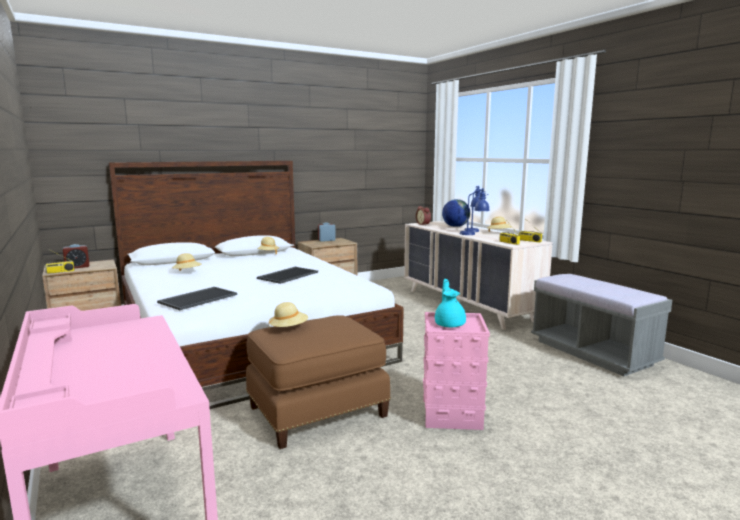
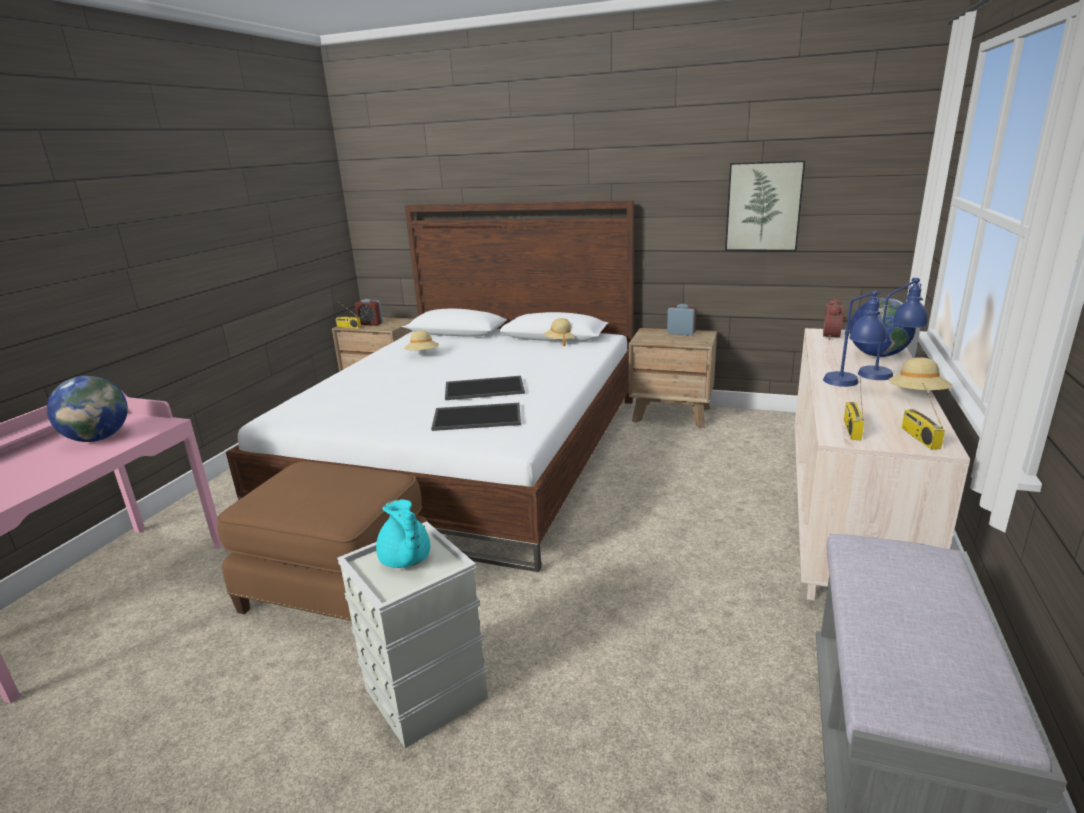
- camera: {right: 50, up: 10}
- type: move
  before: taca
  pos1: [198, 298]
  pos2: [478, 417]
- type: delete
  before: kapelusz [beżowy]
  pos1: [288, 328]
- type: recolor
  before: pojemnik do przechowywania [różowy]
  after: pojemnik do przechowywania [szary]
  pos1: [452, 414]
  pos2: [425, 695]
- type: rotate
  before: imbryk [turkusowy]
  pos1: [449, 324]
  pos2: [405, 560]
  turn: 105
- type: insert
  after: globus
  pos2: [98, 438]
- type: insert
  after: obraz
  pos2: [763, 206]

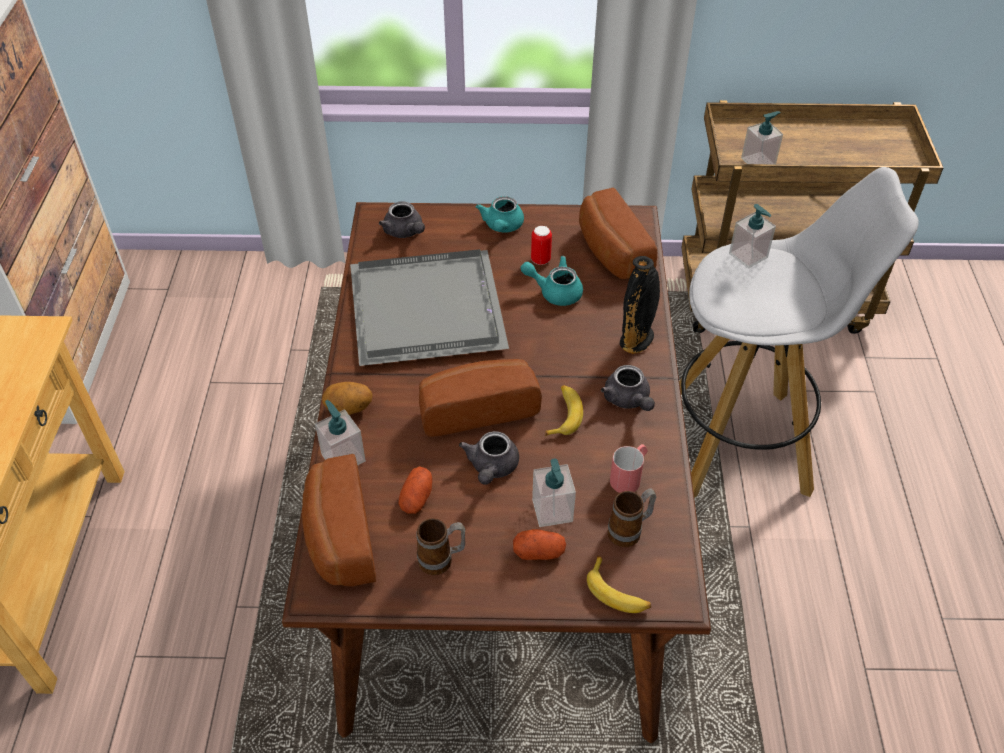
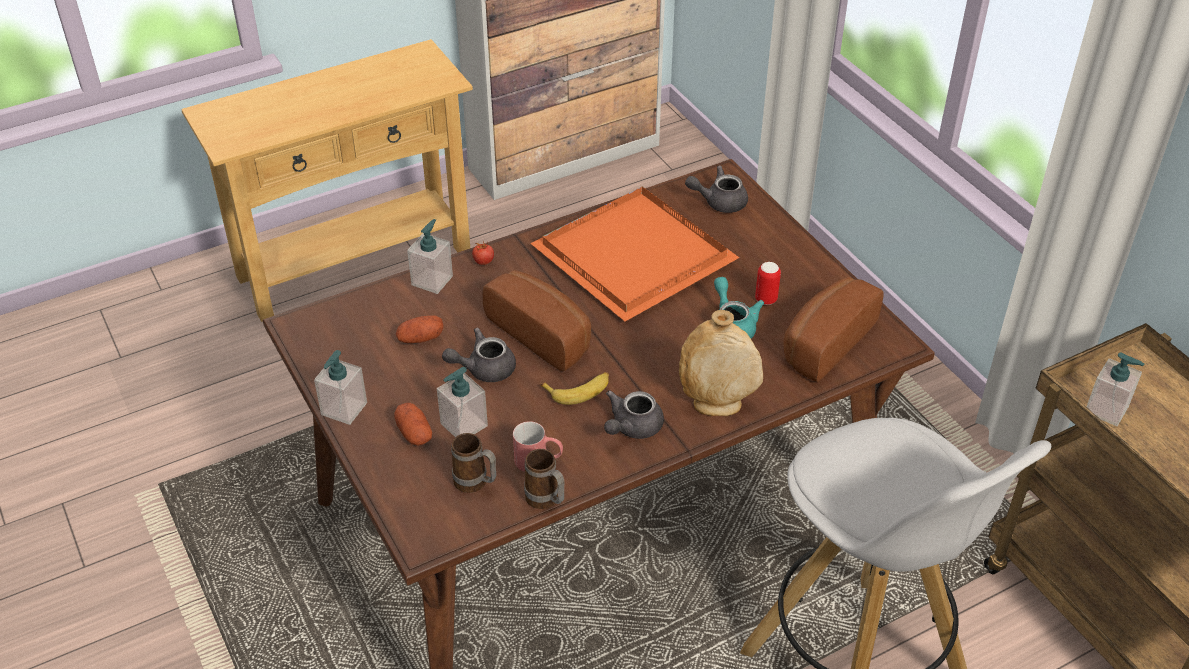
- camera: {right: 60, up: -5}
- type: delete
  before: chleb
  pos1: [338, 537]
- type: replace
  before: ziemniak
  after: pomidor
  pos1: [348, 409]
  pos2: [483, 261]
- type: recolor
  before: taca [szary]
  after: taca [pomarańczowy]
  pos1: [430, 311]
  pos2: [633, 258]
- type: rotate
  before: imbryk [szary]
  pos1: [405, 232]
  pos2: [719, 202]
  turn: 60
- type: move
  before: kubek
  pos1: [442, 560]
  pos2: [546, 501]
- type: delete
  before: imbryk [turkusowy]
  pos1: [502, 227]
- type: delete
  before: banan
  pos1: [617, 592]
- type: recolor
  before: wazon [czarny]
  after: wazon [beżowy]
  pos1: [636, 339]
  pos2: [717, 405]
- type: move
  before: dozownik mydła
  pos1: [748, 256]
  pos2: [344, 409]

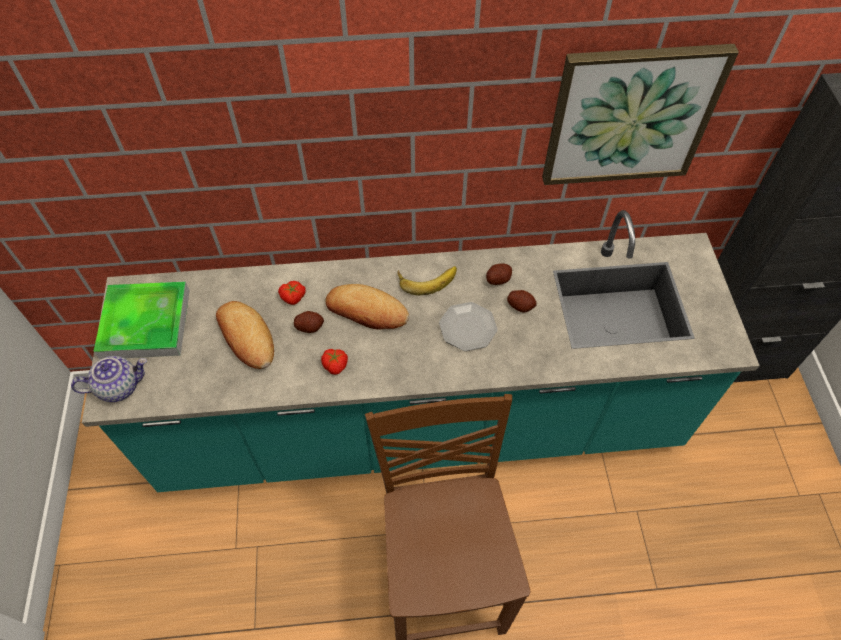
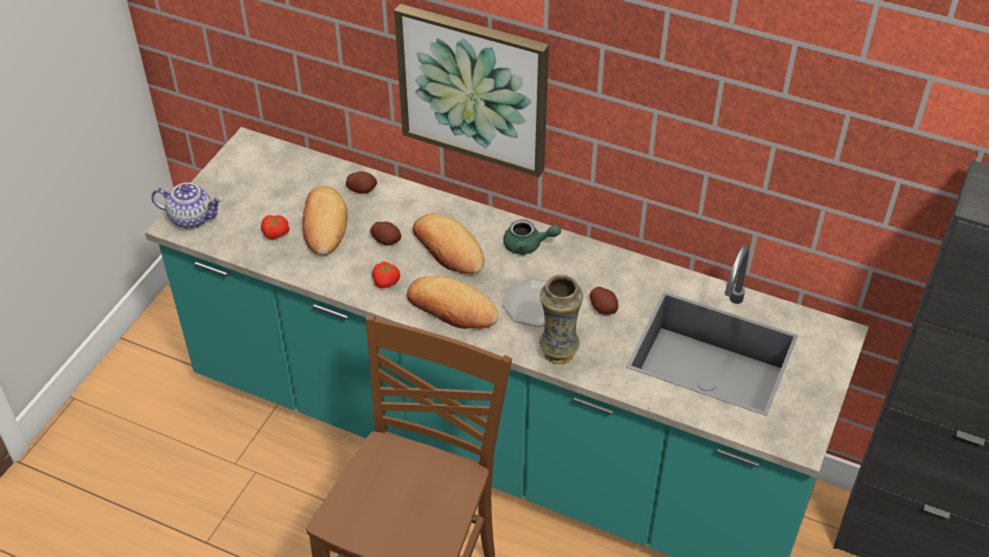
- camera: {right: 30, up: -10}
- type: delete
  before: taca
  pos1: [145, 323]
- type: move
  before: pomidor
  pos1: [293, 298]
  pos2: [275, 234]
- type: replace
  before: banan
  after: imbryk [zielony]
  pos1: [427, 278]
  pos2: [528, 245]
- type: move
  before: ziemniak
  pos1: [498, 279]
  pos2: [362, 189]
- type: move
  before: obraz
  pos1: [630, 115]
  pos2: [474, 88]
- type: insert
  after: chleb
  pos2: [452, 308]
- type: insert
  after: wazon
  pos2: [558, 351]

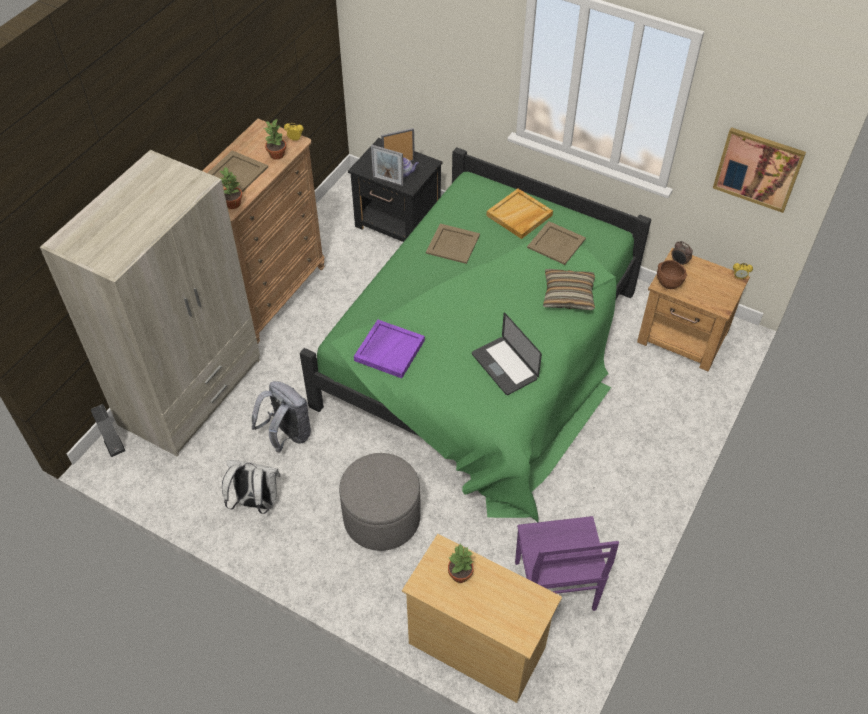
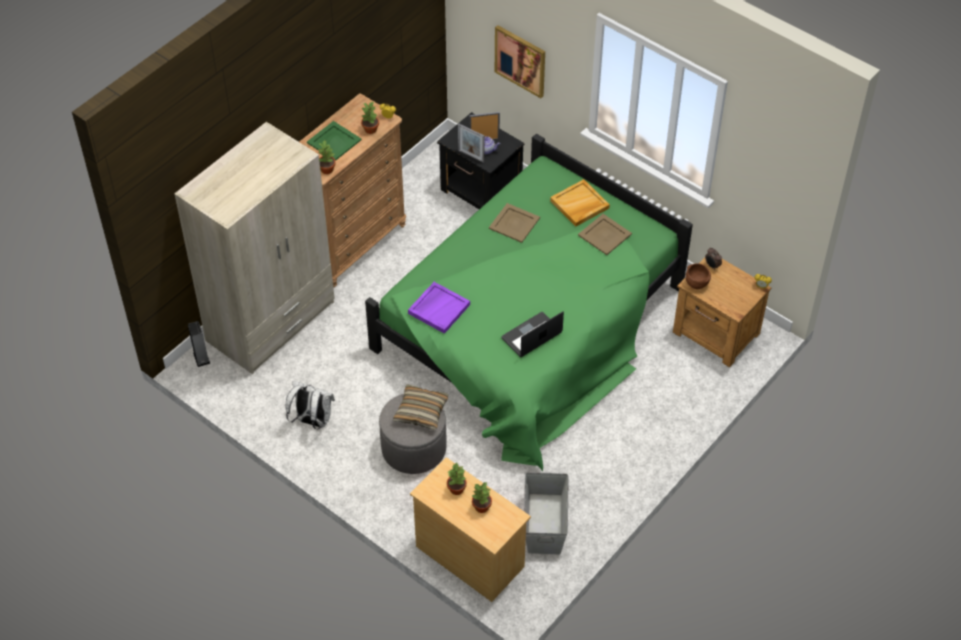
- camera: {right: 10, up: 0}
- type: recolor
  before: taca [beżowy]
  after: taca [zielony]
  pos1: [236, 172]
  pos2: [334, 141]
- type: delete
  before: plecak [szary]
  pos1: [287, 435]
- type: rotate
  before: laptop
  pos1: [504, 366]
  pos2: [531, 335]
  turn: 75
- type: replace
  before: krzesło [fioletowy]
  after: pojemnik do przechowywania [szary]
  pos1: [555, 588]
  pos2: [544, 524]
- type: move
  before: poduszka
  pos1: [568, 295]
  pos2: [421, 411]
- type: move
  before: obraz
  pos1: [758, 169]
  pos2: [520, 60]
- type: insert
  after: roślina doniczkowa
  pos2: [481, 507]

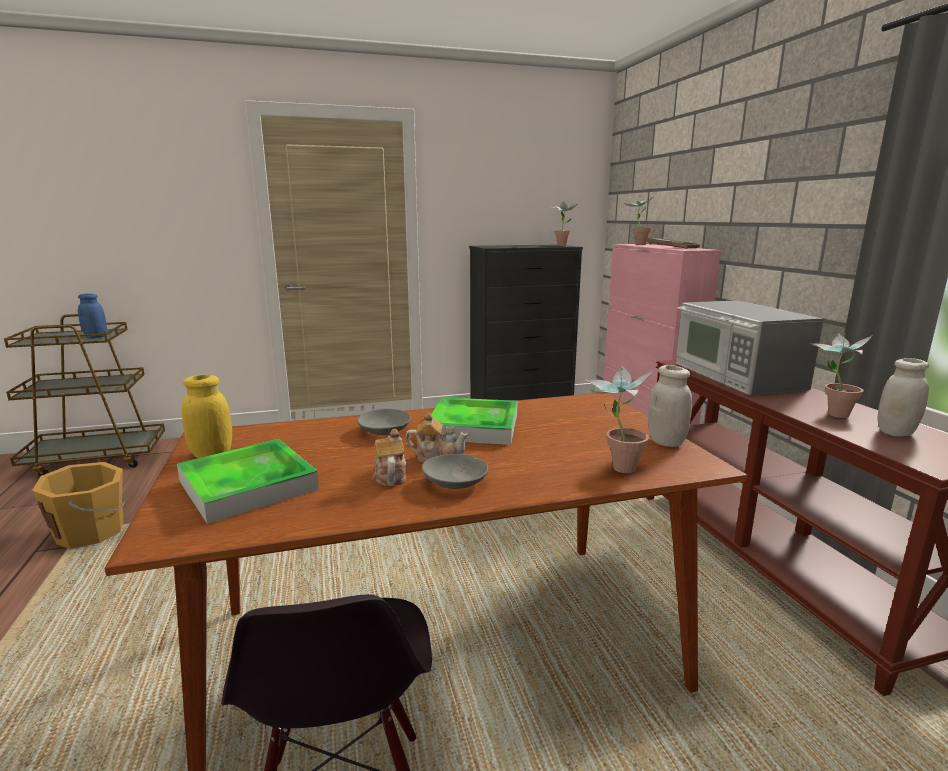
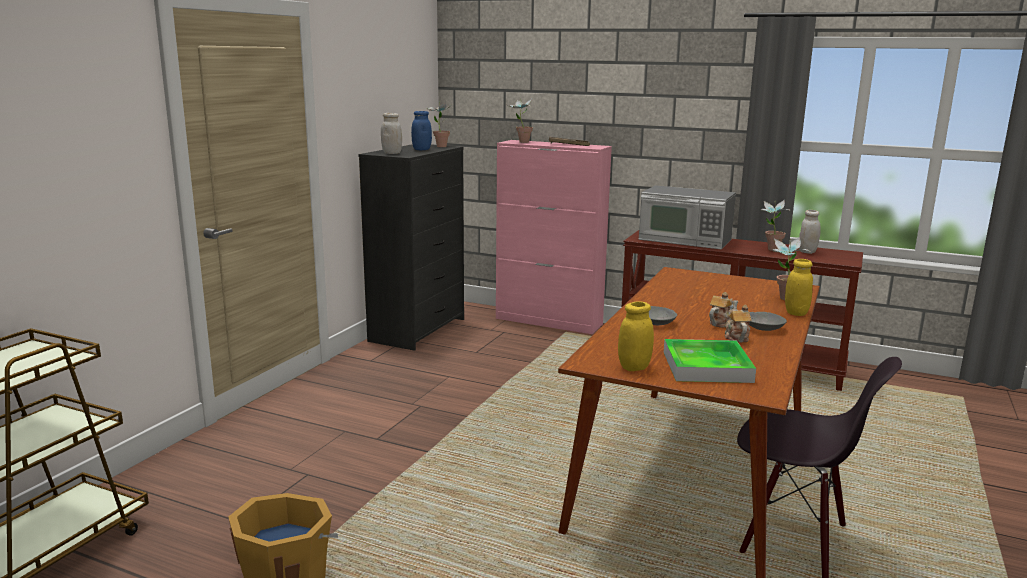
- camera: {right: -50, up: 0}
- type: move
  before: słoik [niebieski]
  pos1: [96, 336]
  pos2: [421, 149]
- type: rotate
  before: imbryk
  pos1: [390, 476]
  pos2: [736, 337]
  turn: 60
- type: delete
  before: taca
  pos1: [473, 426]
- type: move
  before: słoik [biały]
  pos1: [666, 442]
  pos2: [392, 153]
- type: insert
  after: słoik [żółty]
  pos2: [796, 313]

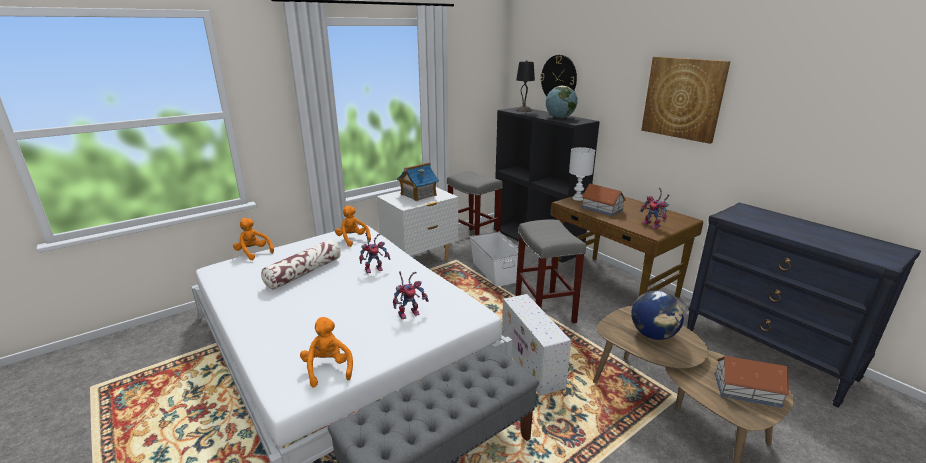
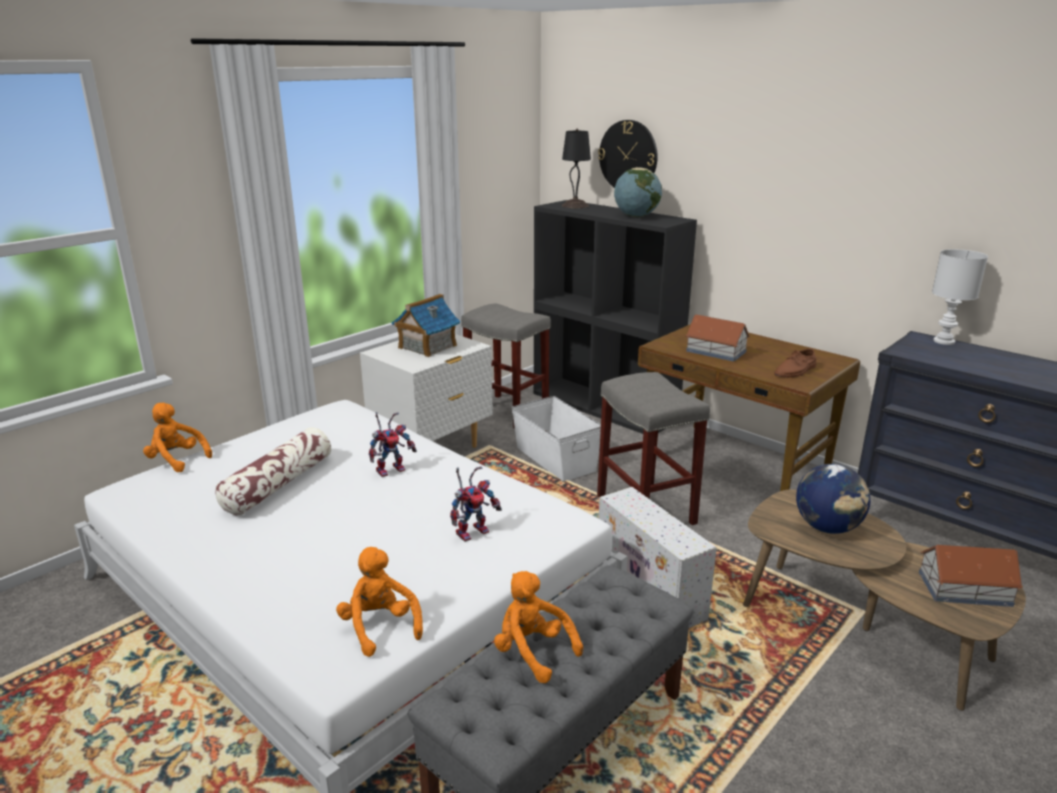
- camera: {right: -10, up: 0}
- type: move
  before: pluszak [pomarańczowy]
  pos1: [352, 240]
  pos2: [532, 652]
- type: move
  before: lampa stołowa [biały]
  pos1: [577, 198]
  pos2: [943, 341]
- type: replace
  before: robot zabawkowy
  after: but [brązowy]
  pos1: [653, 225]
  pos2: [795, 371]
- type: delete
  before: obraz
  pos1: [683, 98]

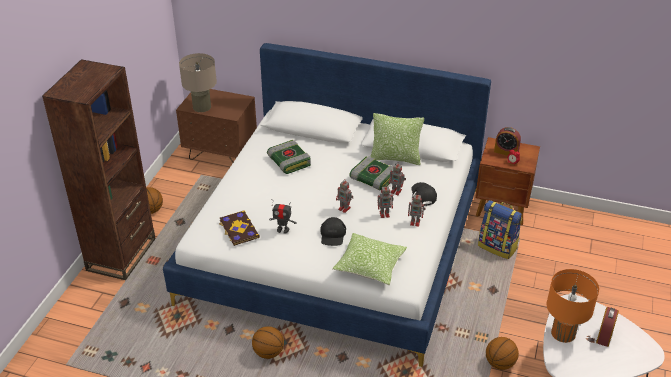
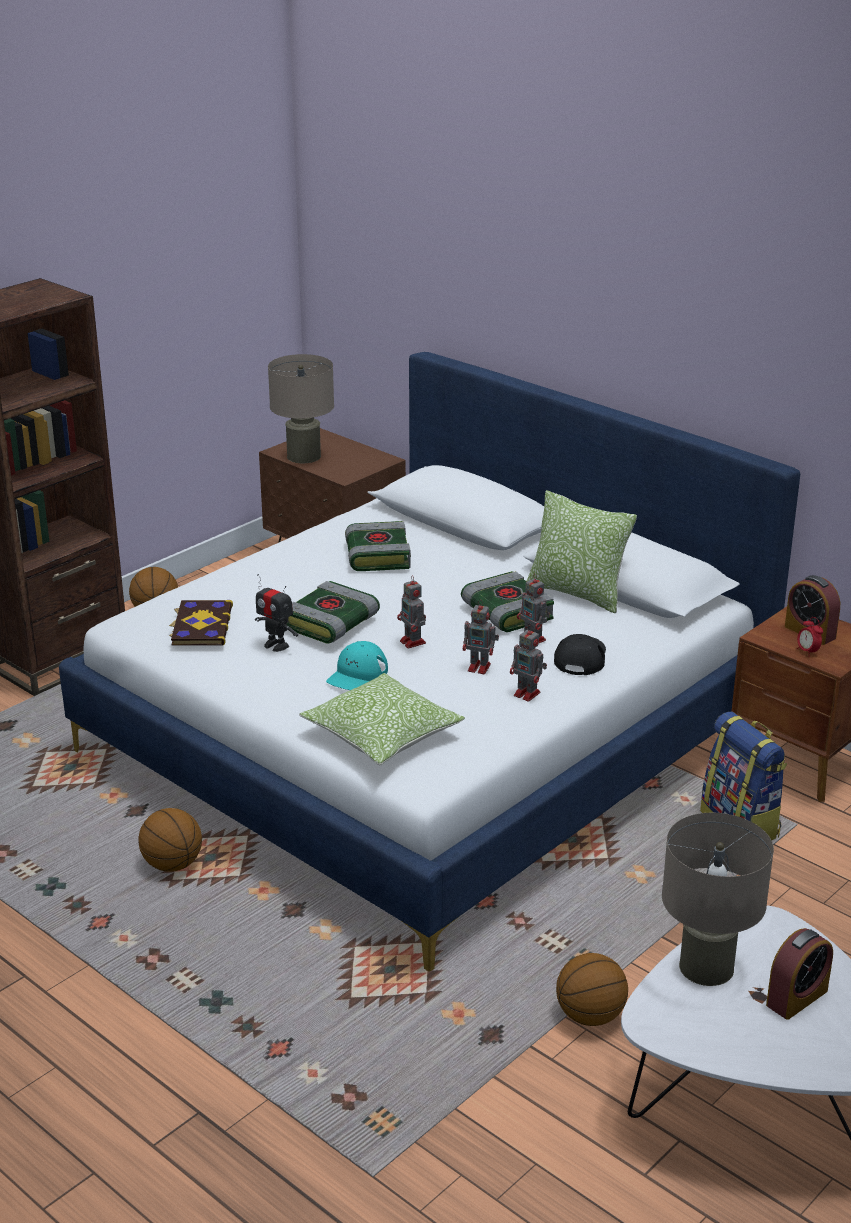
- camera: {right: 25, up: -10}
- type: recolor
  before: czapka z daszkiem [czarny]
  after: czapka z daszkiem [turkusowy]
  pos1: [332, 235]
  pos2: [357, 675]
- type: recolor
  before: lampa stołowa [pomarańczowy]
  after: lampa stołowa [beżowy]
  pos1: [563, 333]
  pos2: [706, 967]
- type: insert
  after: książka
  pos2: [331, 624]

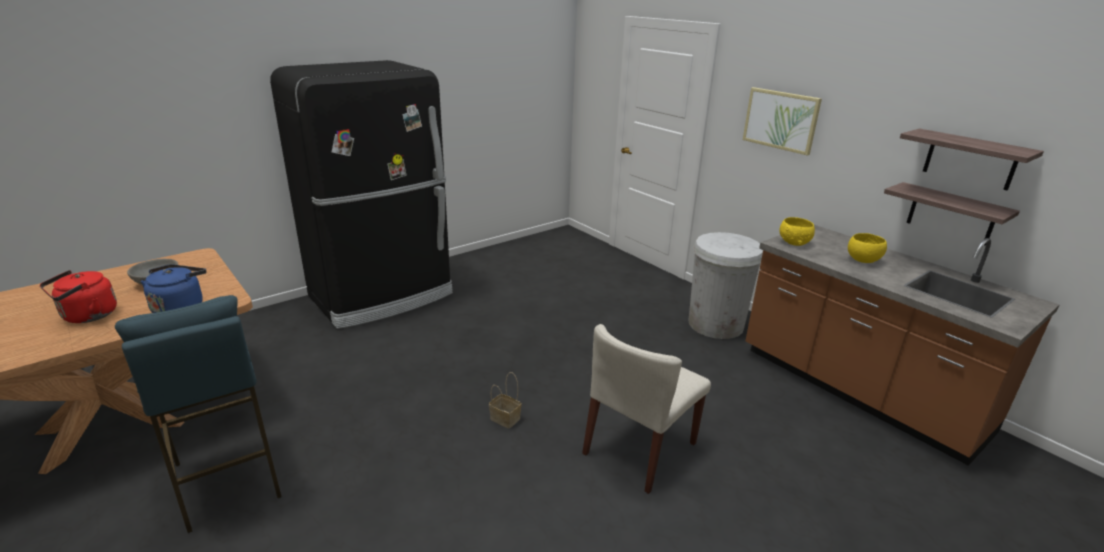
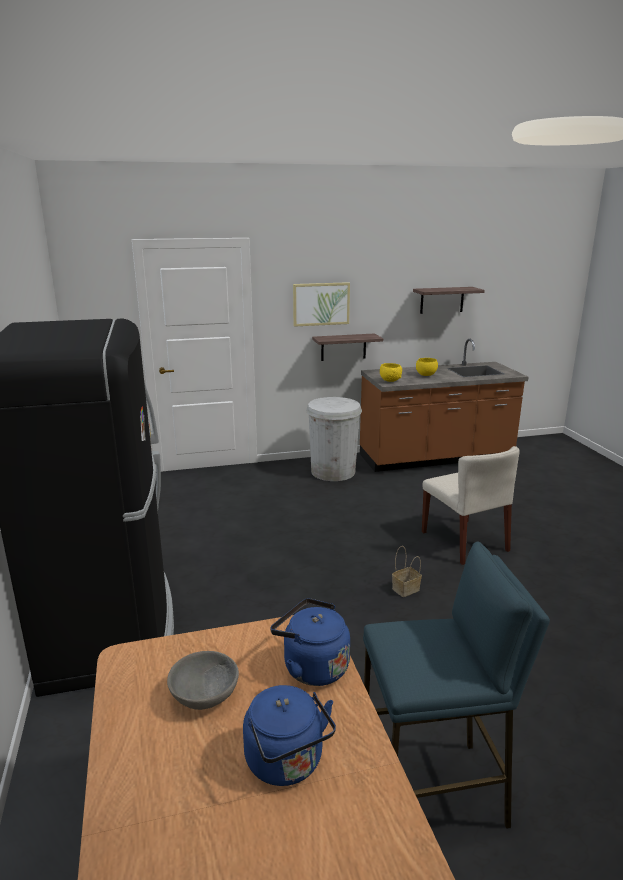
- camera: {right: -65, up: -5}
- type: recolor
  before: czajnik [czerwony]
  after: czajnik [niebieski]
  pos1: [87, 316]
  pos2: [287, 763]
- type: move
  before: półka
  pos1: [951, 214]
  pos2: [343, 347]

